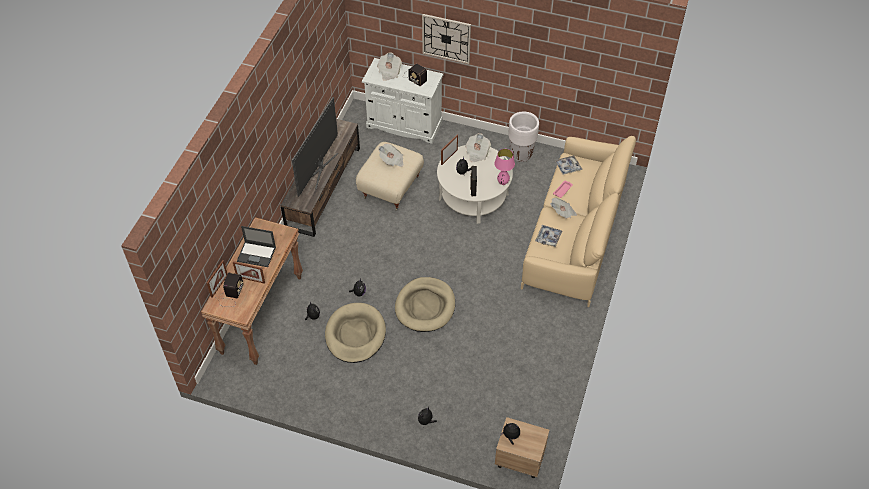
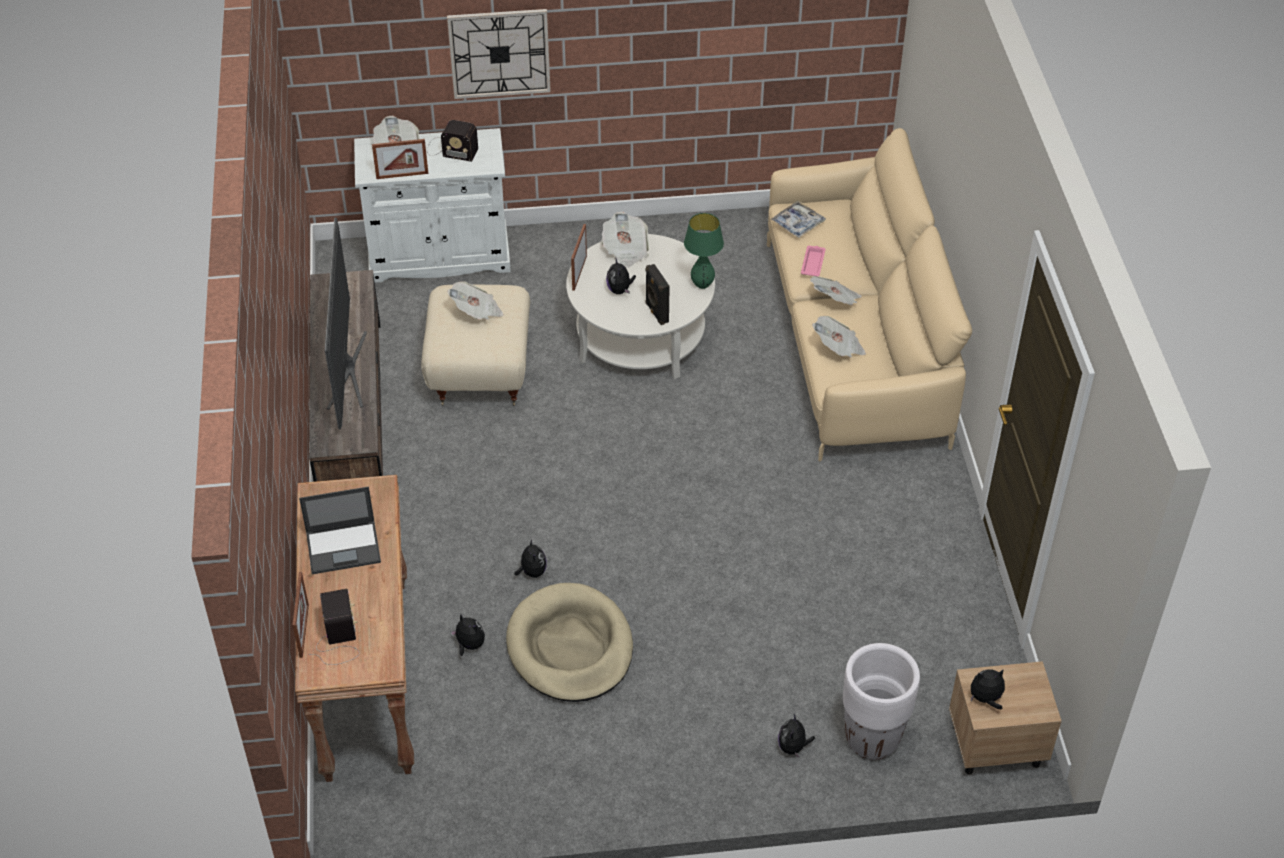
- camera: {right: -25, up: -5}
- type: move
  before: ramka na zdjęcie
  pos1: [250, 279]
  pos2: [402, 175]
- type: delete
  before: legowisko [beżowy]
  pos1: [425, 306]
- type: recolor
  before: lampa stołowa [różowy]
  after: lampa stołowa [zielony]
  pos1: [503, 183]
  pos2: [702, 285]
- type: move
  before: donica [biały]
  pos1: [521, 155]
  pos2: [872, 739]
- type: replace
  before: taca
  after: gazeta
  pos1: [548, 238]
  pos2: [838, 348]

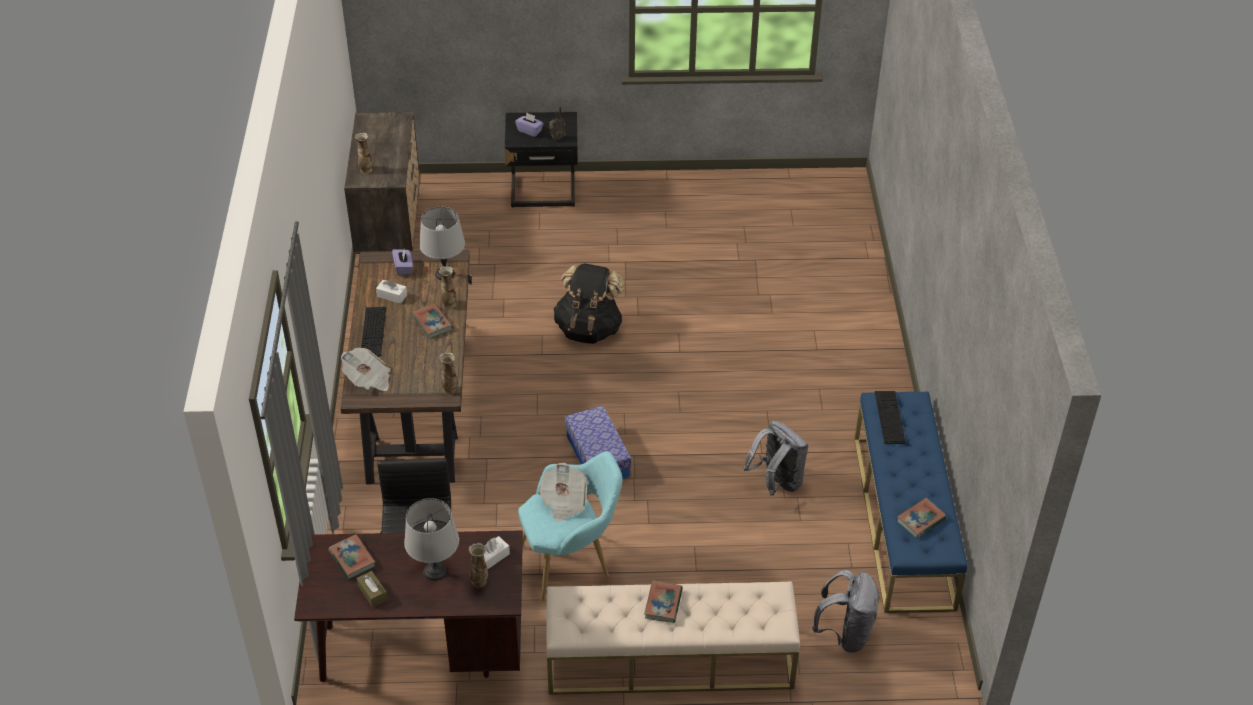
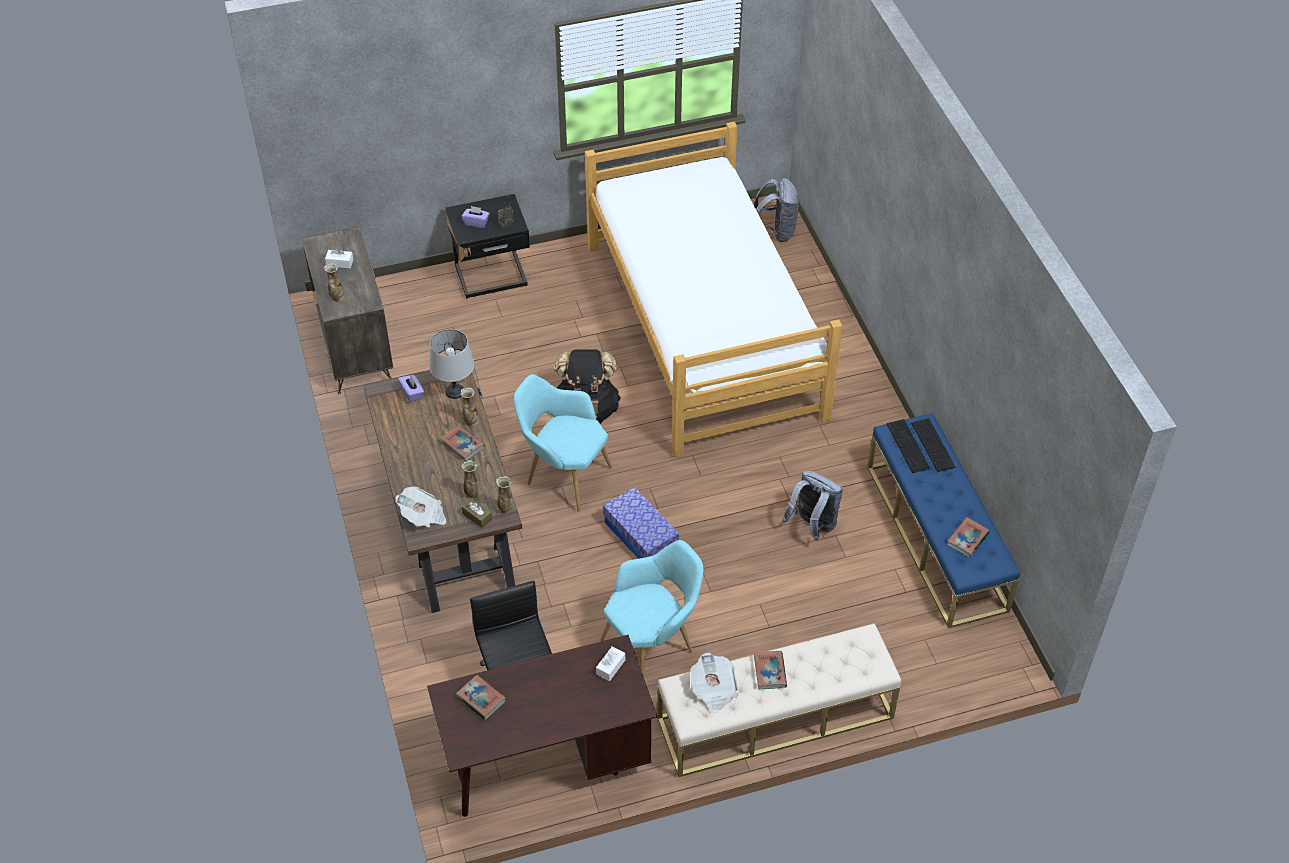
- camera: {right: -15, up: 5}
- type: move
  before: pudełko chusteczek [brązowy]
  pos1: [372, 593]
  pos2: [477, 516]
- type: move
  before: klawiatura
  pos1: [373, 331]
  pos2: [932, 445]
- type: move
  before: pudełko chusteczek [biały]
  pos1: [392, 296]
  pos2: [340, 263]
- type: delete
  before: lampa stołowa [szary]
  pos1: [435, 571]
- type: move
  before: wazon
  pos1: [479, 581]
  pos2: [472, 494]
- type: move
  before: gazeta
  pos1: [563, 502]
  pos2: [713, 690]
- type: move
  before: plecak [szary]
  pos1: [845, 633]
  pos2: [776, 231]
- type: insert
  after: fotel [turkusowy]
  pos2: [563, 475]
- type: insert
  after: łóżko
  pos2: [704, 329]

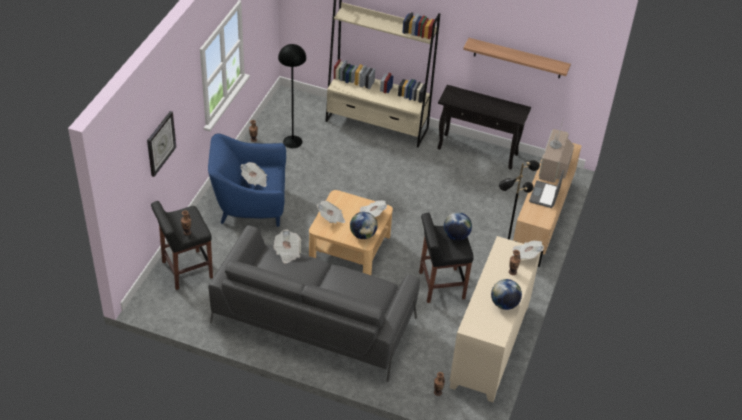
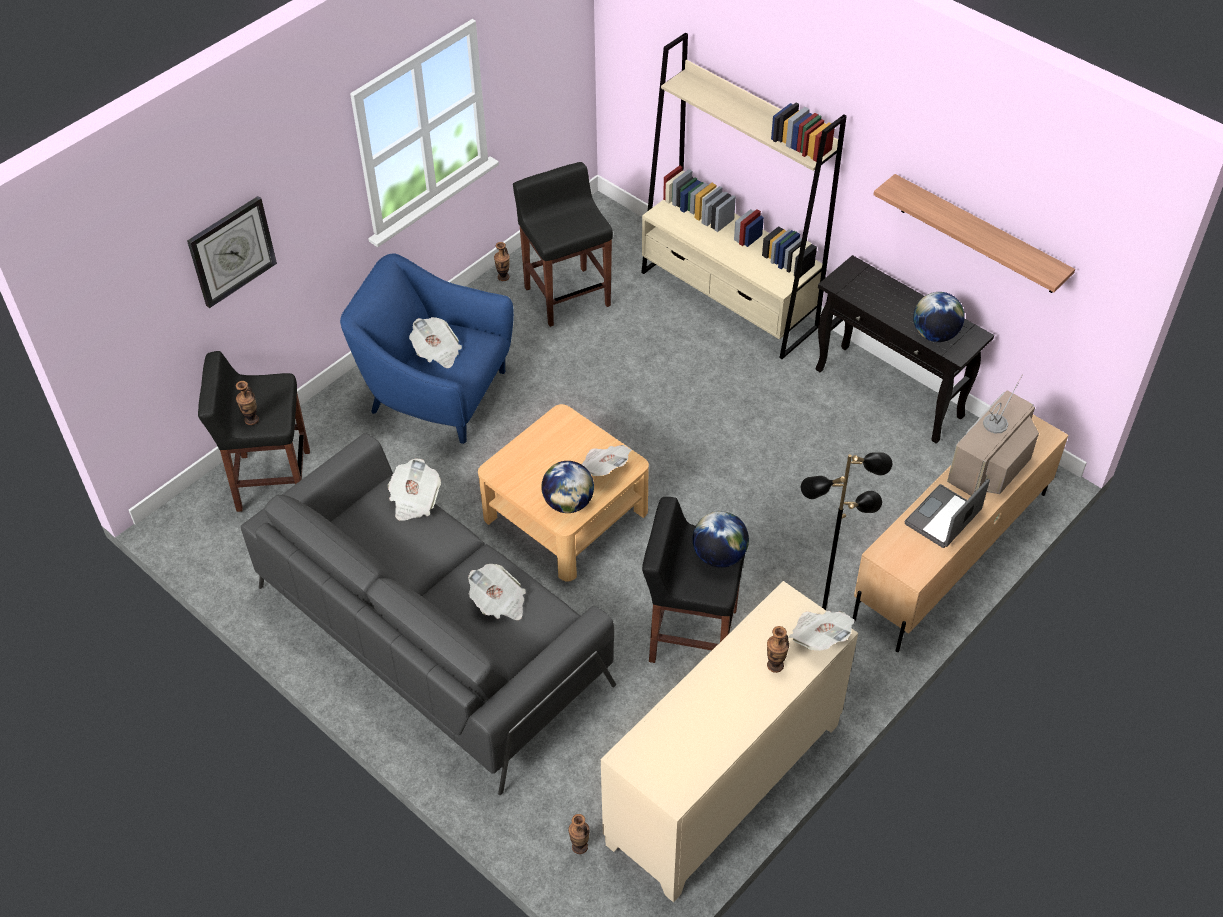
- camera: {right: 25, up: 5}
- type: replace
  before: lampa stojąca [czarny]
  after: stołek [czarny]
  pos1: [292, 141]
  pos2: [567, 296]
- type: move
  before: gazeta
  pos1: [331, 218]
  pos2: [499, 602]
- type: move
  before: globus
  pos1: [504, 304]
  pos2: [934, 334]

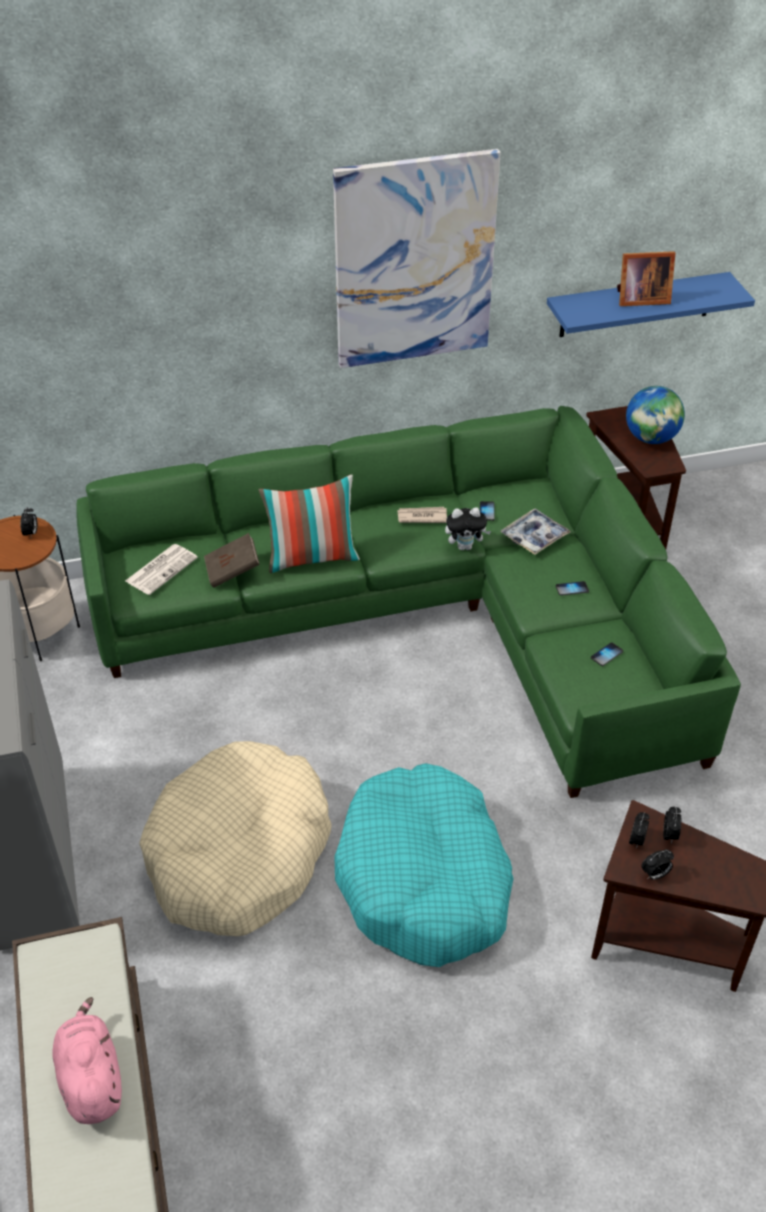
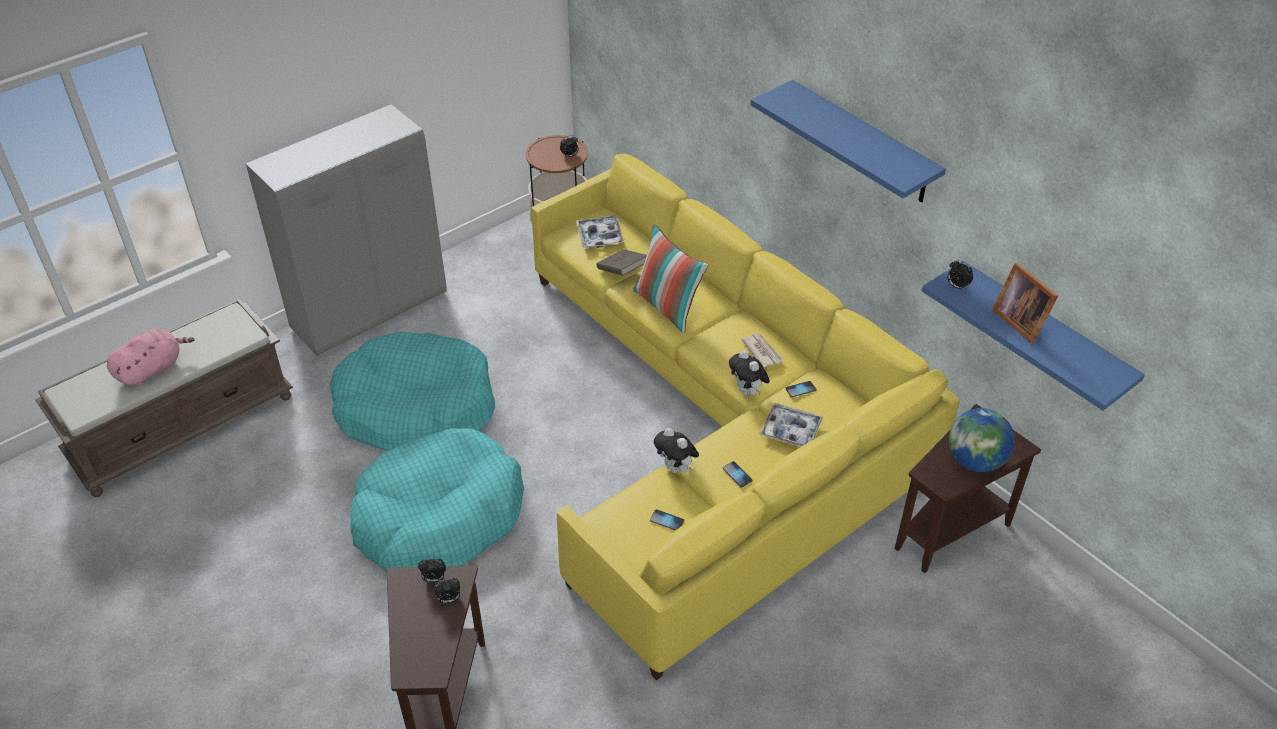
- camera: {right: 65, up: 0}
- type: recolor
  before: kanapa [zielony]
  after: kanapa [żółty]
  pos1: [425, 616]
  pos2: [716, 427]
- type: replace
  before: gazeta
  after: taca
  pos1: [161, 569]
  pos2: [600, 236]
- type: recolor
  before: legowisko [beżowy]
  after: legowisko [turkusowy]
  pos1: [238, 853]
  pos2: [416, 407]
- type: replace
  before: obraz
  after: półka [niebieski]
  pos1: [414, 261]
  pos2: [862, 143]
- type: move
  before: budzik
  pos1: [655, 874]
  pos2: [956, 286]
- type: insert
  after: pluszak
  pos2: [676, 468]

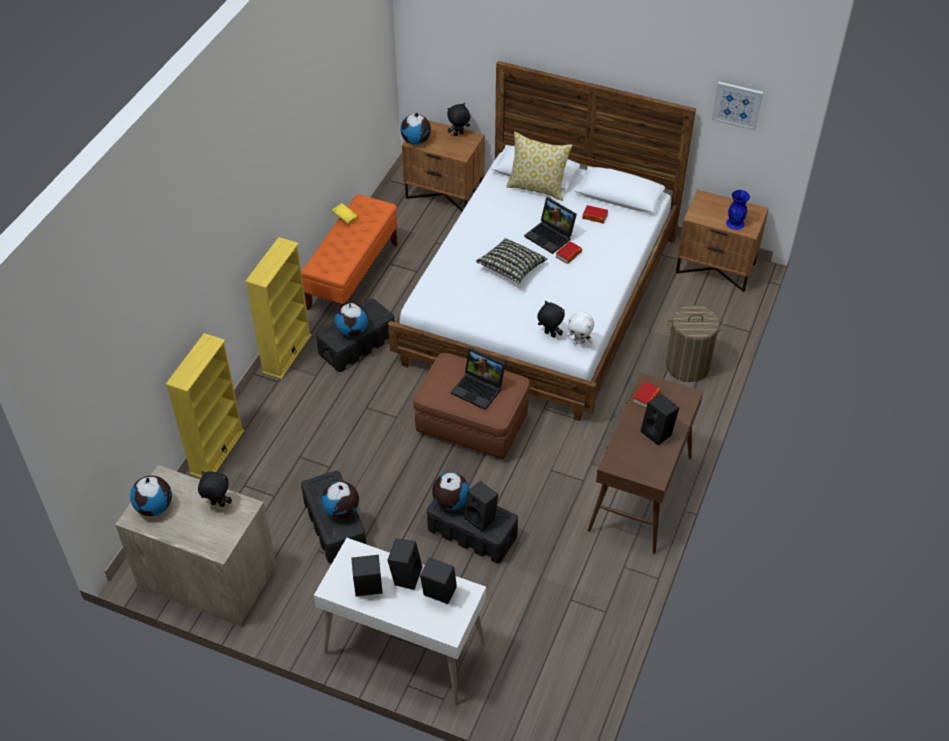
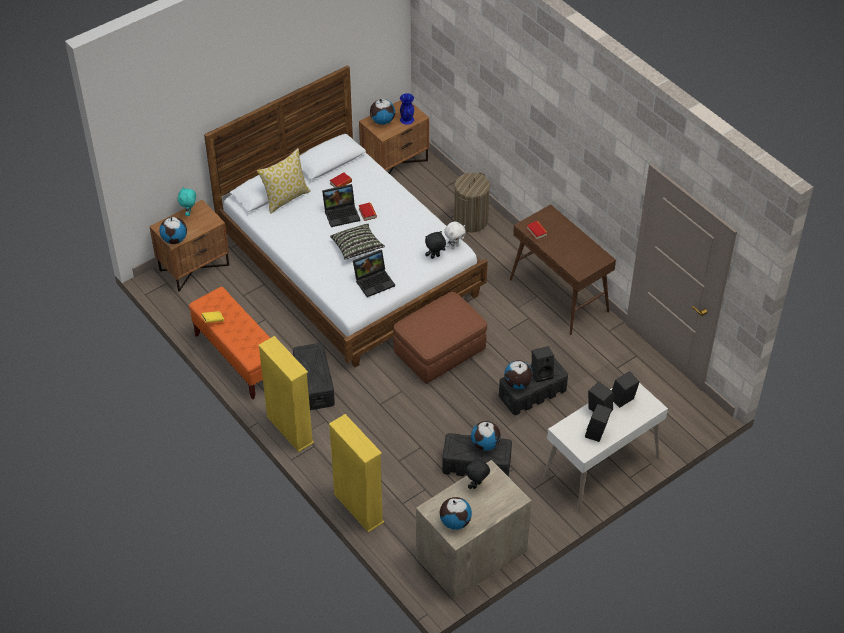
- camera: {right: -60, up: 0}
- type: move
  before: globus
  pos1: [353, 330]
  pos2: [382, 121]
- type: recolor
  before: pluszak [czarny]
  after: pluszak [turkusowy]
  pos1: [458, 134]
  pos2: [189, 213]
- type: move
  before: laptop
  pos1: [479, 389]
  pos2: [374, 281]
- type: delete
  before: głośnik [czarny]
  pos1: [658, 432]
- type: delete
  before: obraz
  pos1: [737, 105]

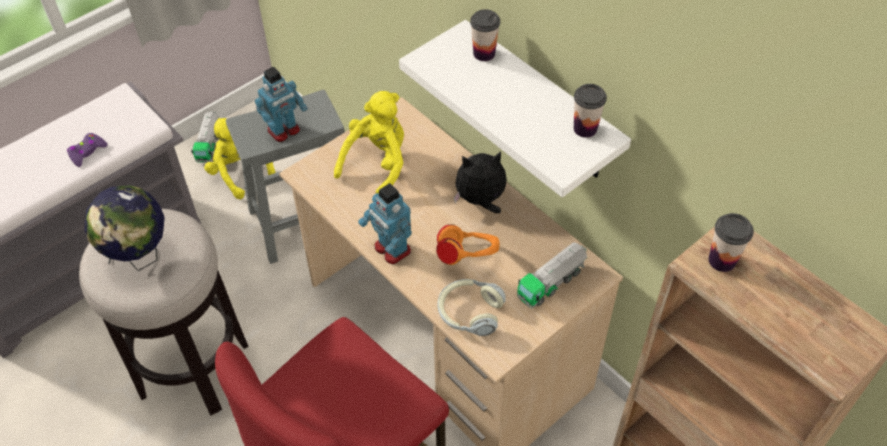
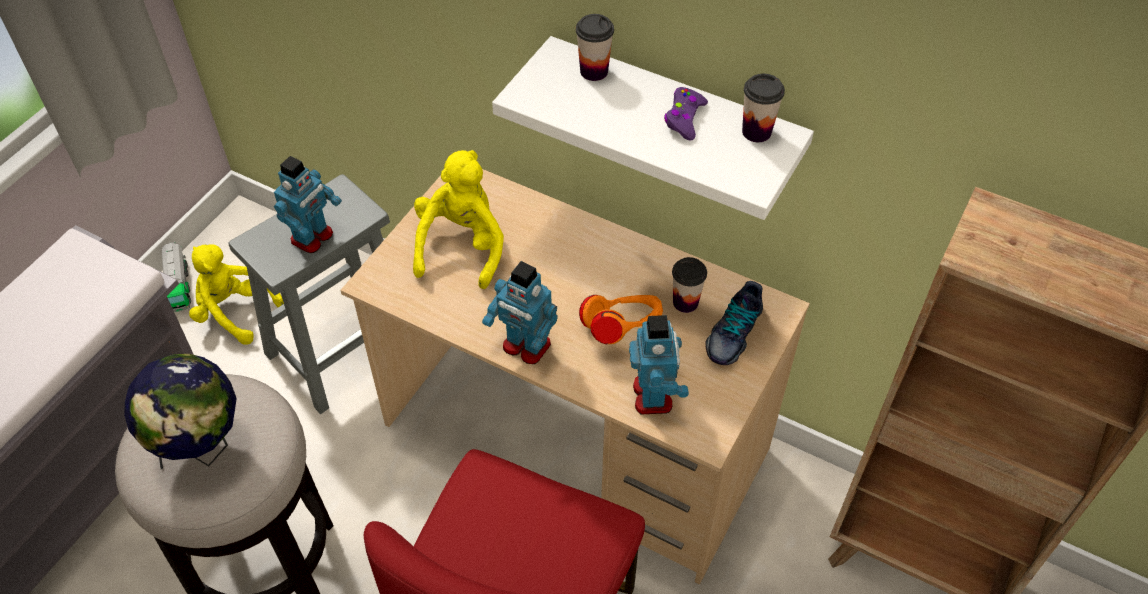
- camera: {right: -20, up: 0}
- type: move
  before: pad do gier [fioletowy]
  pos1: [87, 152]
  pos2: [684, 119]
- type: replace
  before: słuchawki
  after: robot zabawkowy
  pos1: [469, 313]
  pos2: [653, 396]
- type: delete
  before: pluszak
  pos1: [480, 200]
- type: replace
  before: ciężarówka zabawkowa
  after: but
  pos1: [551, 283]
  pos2: [732, 333]
- type: move
  before: filiżanka
  pos1: [722, 260]
  pos2: [685, 302]

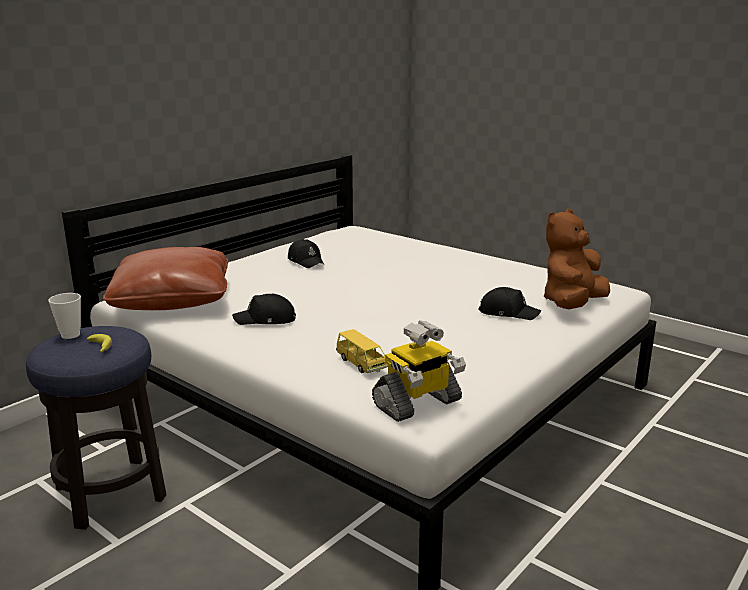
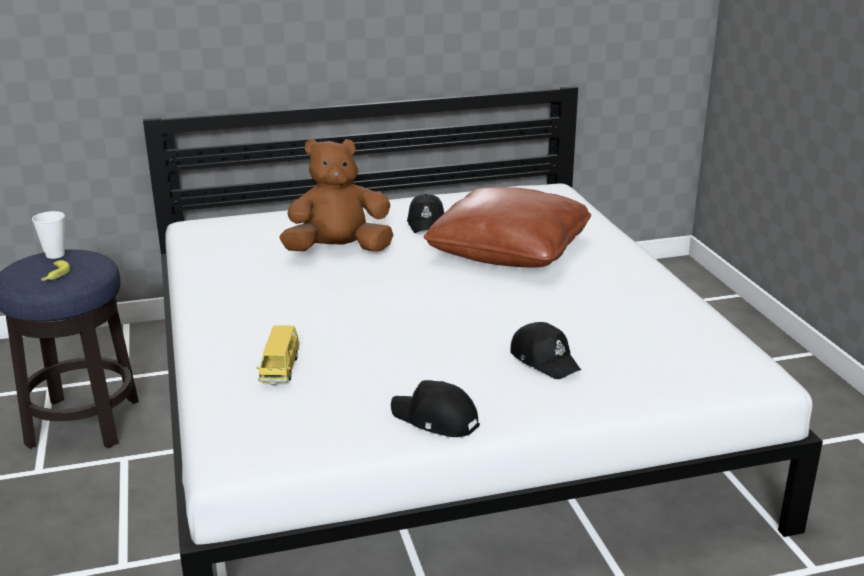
- camera: {right: 35, up: 5}
- type: move
  before: poduszka [brązowy]
  pos1: [173, 300]
  pos2: [509, 251]
- type: move
  before: czapka z daszkiem [czarny]
  pos1: [266, 320]
  pos2: [435, 419]
- type: delete
  before: robot zabawkowy
  pos1: [417, 404]
- type: move
  before: pluszak [brązowy]
  pos1: [572, 304]
  pos2: [338, 251]

